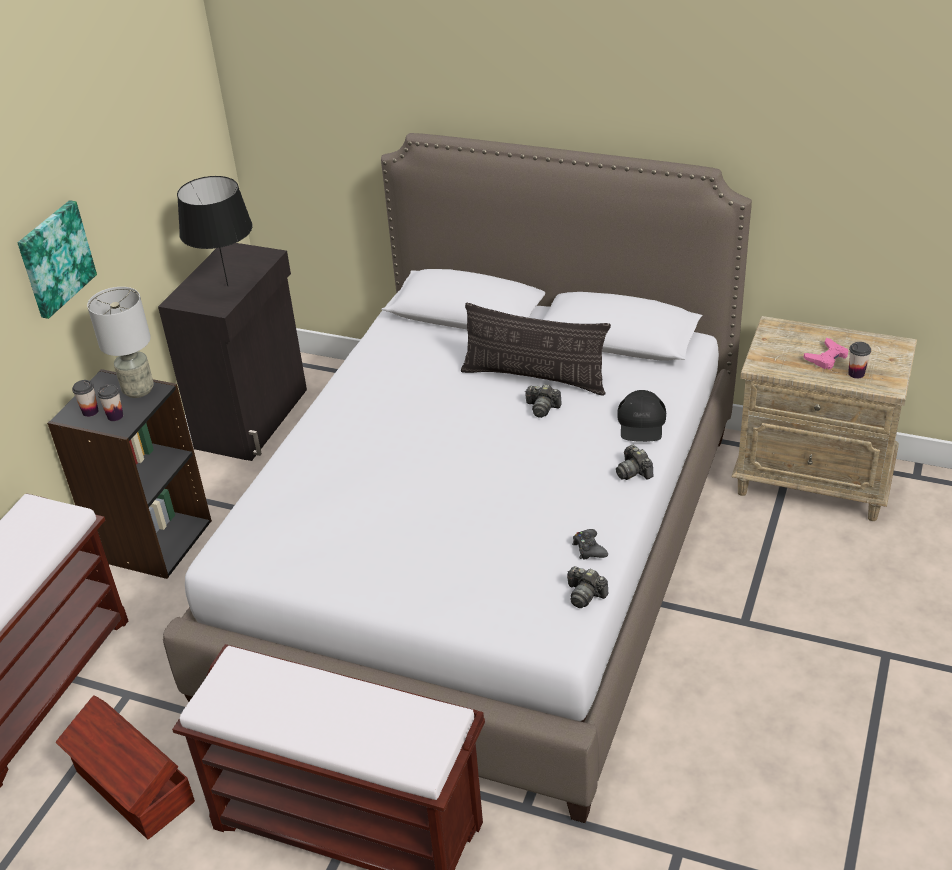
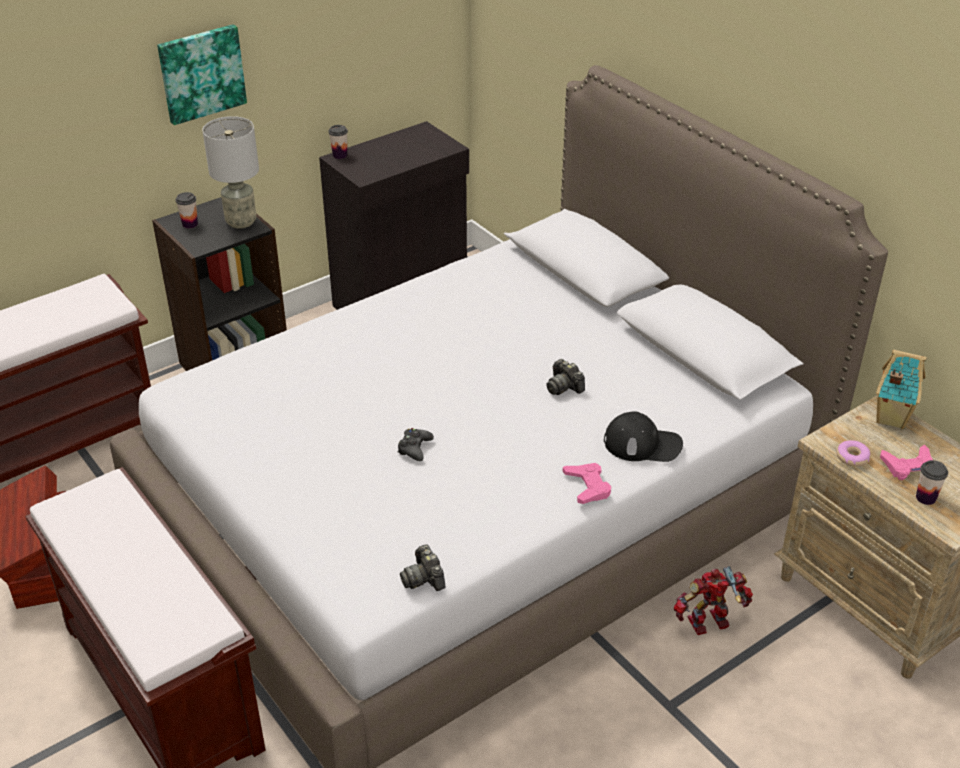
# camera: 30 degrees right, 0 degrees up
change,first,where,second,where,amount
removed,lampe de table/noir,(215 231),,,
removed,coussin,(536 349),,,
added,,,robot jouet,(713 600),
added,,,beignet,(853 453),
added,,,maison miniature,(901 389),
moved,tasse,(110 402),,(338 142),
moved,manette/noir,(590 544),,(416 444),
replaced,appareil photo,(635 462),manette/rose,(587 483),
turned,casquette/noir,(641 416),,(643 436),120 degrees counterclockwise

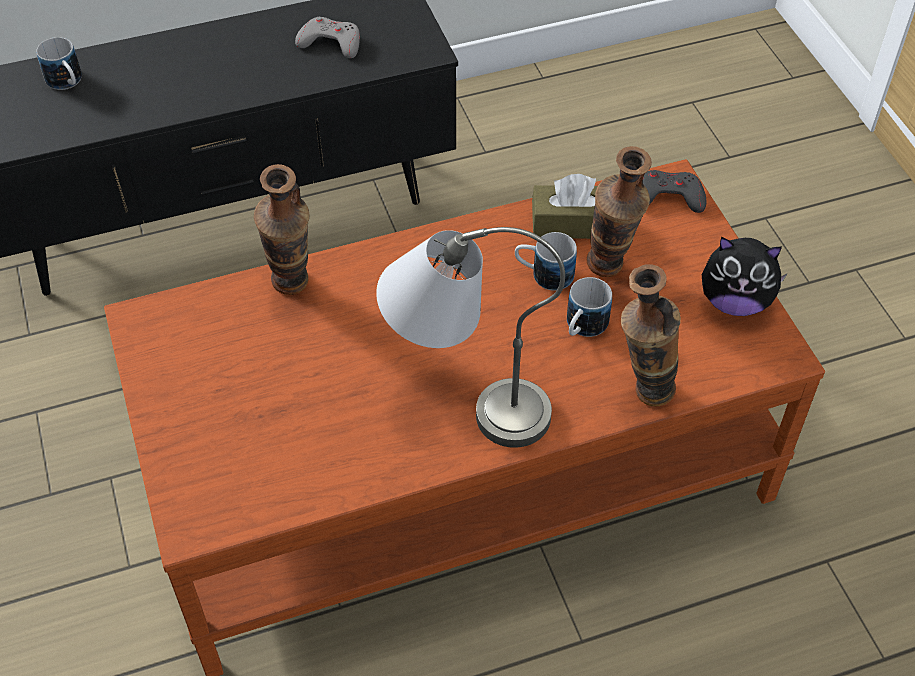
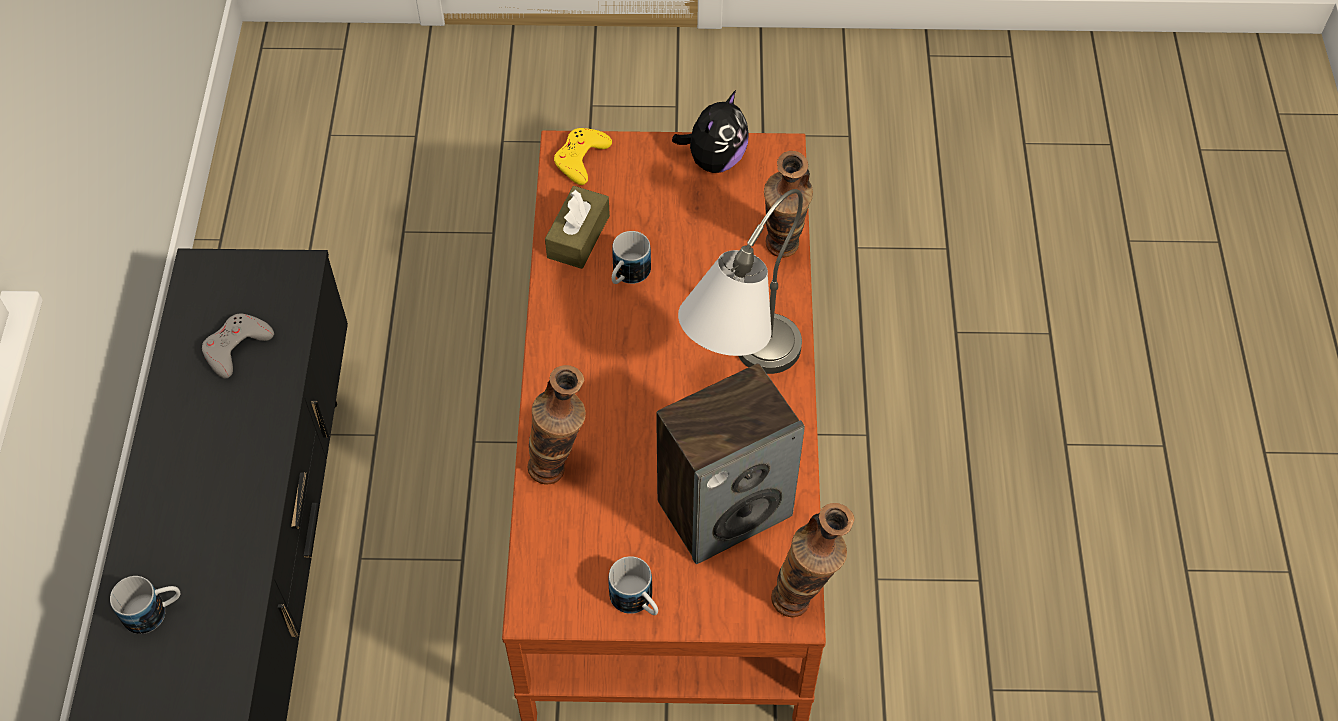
# camera: 70 degrees left, 5 degrees up
change,first,where,second,where,amount
added,,,enceinte,(730 463),
moved,mug,(589 307),,(633 585),
moved,vase,(619 211),,(813 560),
recoloured,manette/gris,(674 191),manette/jaune,(583 156),

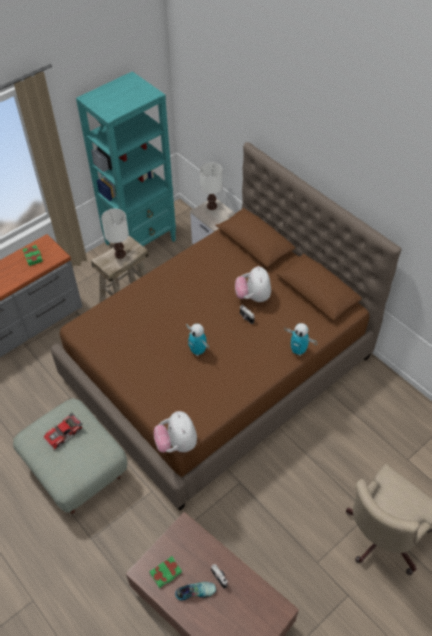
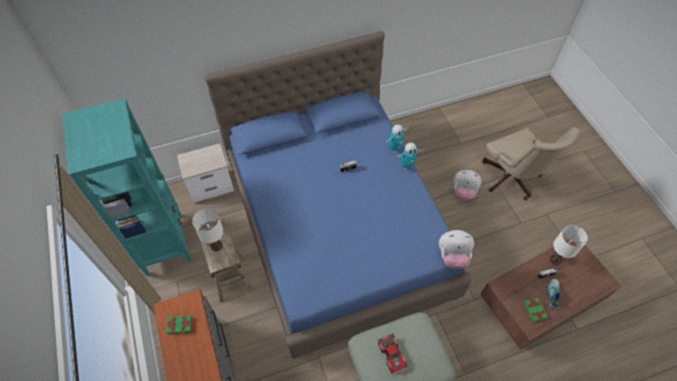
# camera: 70 degrees left, 5 degrees up
change,first,where,second,where,amount
moved,robot jouet,(197 340),,(409 156),
moved,lampe de table/blanc,(211 186),,(569 245),
moved,peluche,(253 284),,(467 185),
recoloured,lit/marron,(226 326),lit/bleu,(338 194),

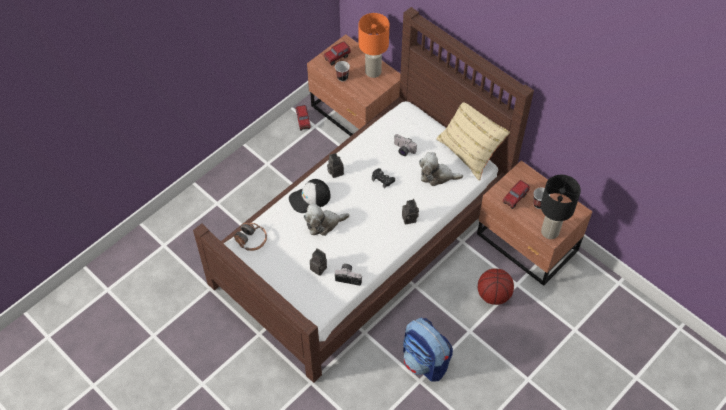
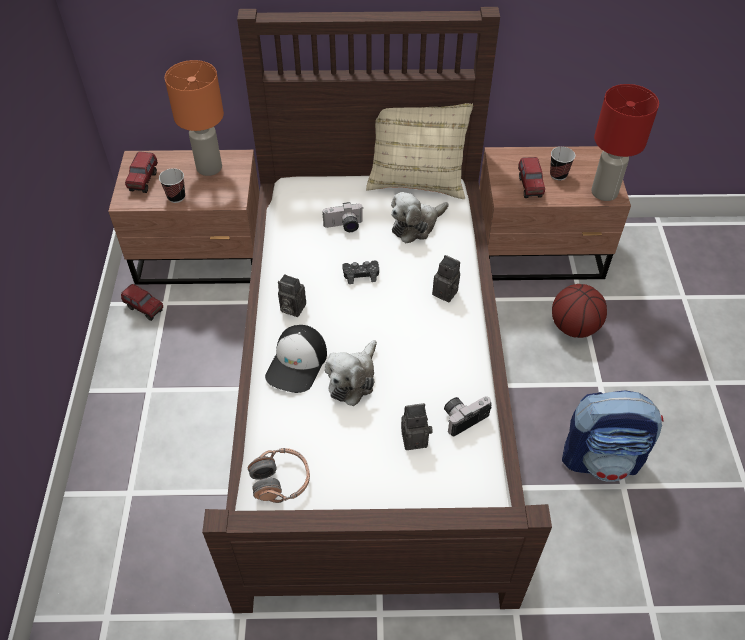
# camera: 45 degrees left, 5 degrees down
change,first,where,second,where,amount
recoloured,lampe de table/noir,(561 207),lampe de table/rouge,(625 142),

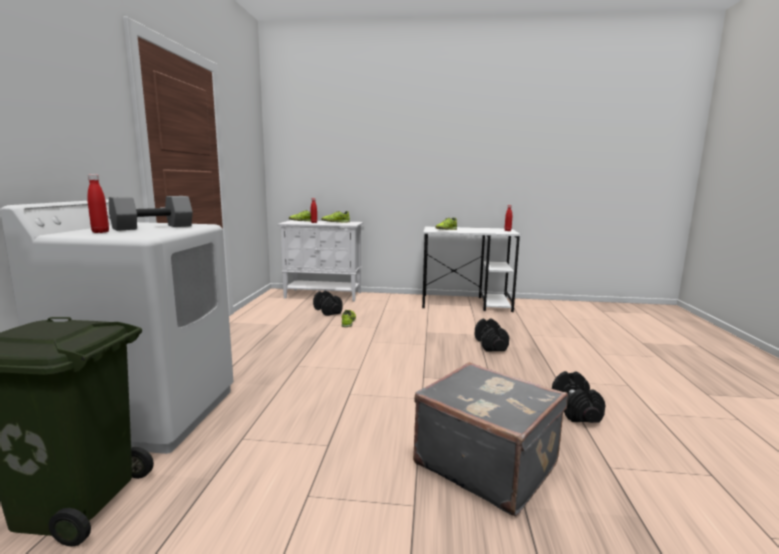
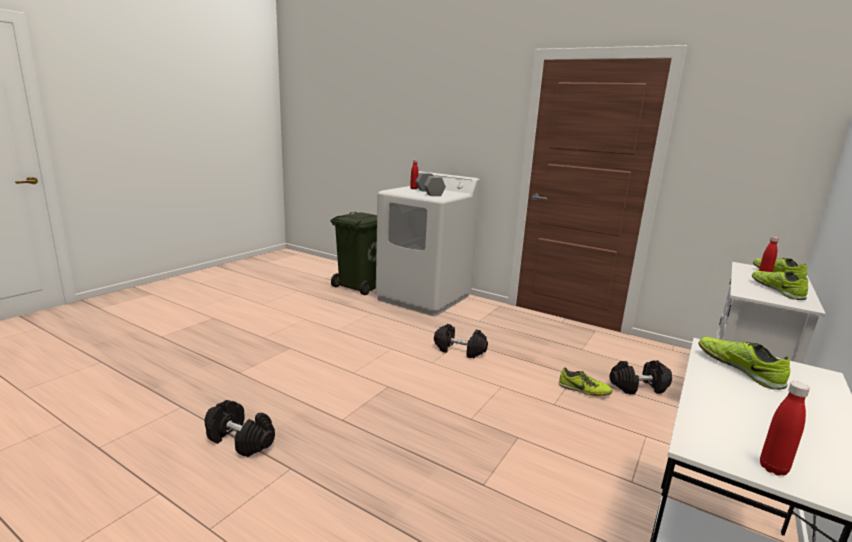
# camera: 115 degrees right, 5 degrees up
change,first,where,second,where,amount
removed,valise/gris,(490 439),,,
moved,haltère/noir,(492 335),,(461 341),

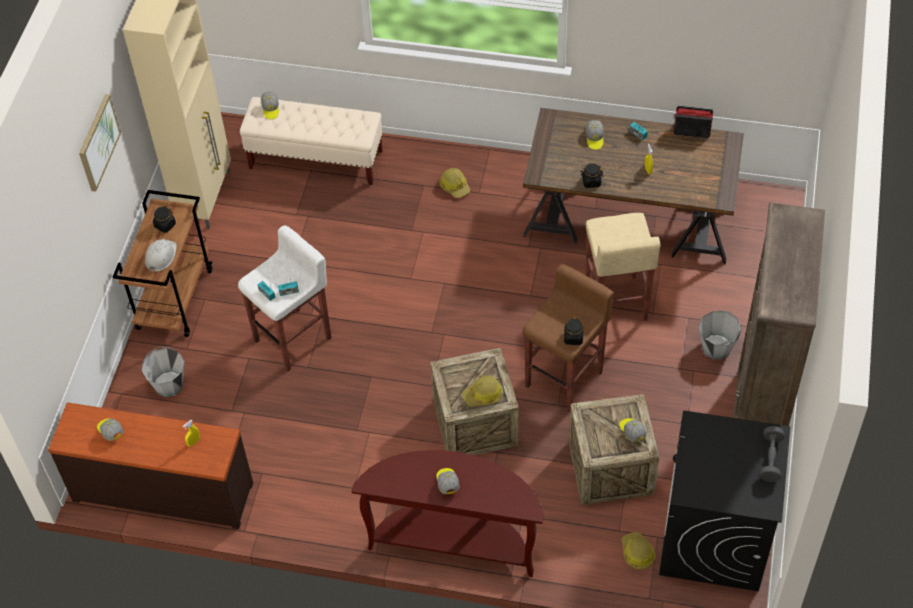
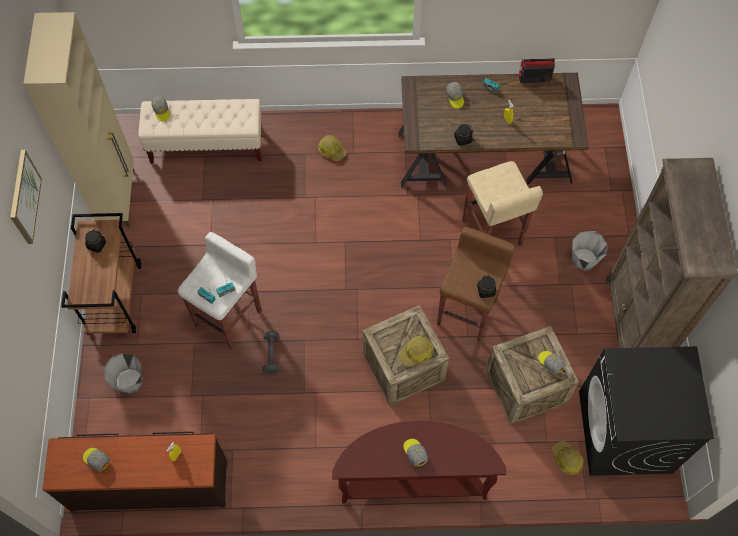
# camera: 15 degrees left, 10 degrees up
change,first,where,second,where,amount
removed,casque de chantier/blanc,(161 255),,,
moved,haltère/gris,(772 454),,(271 352),

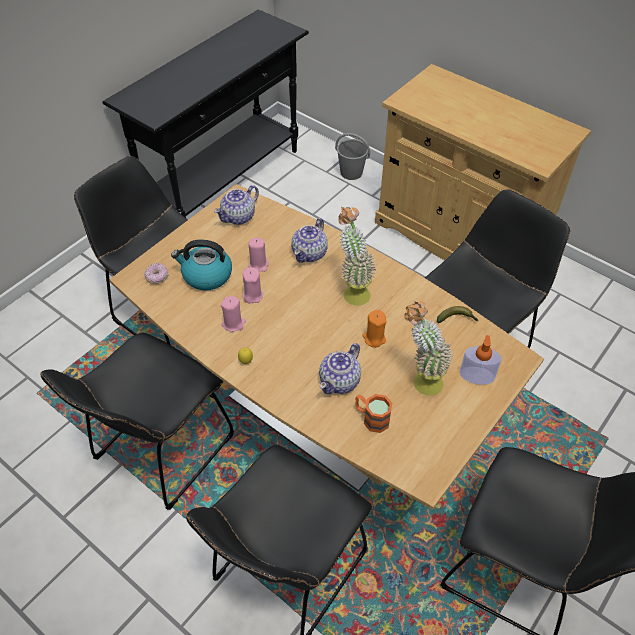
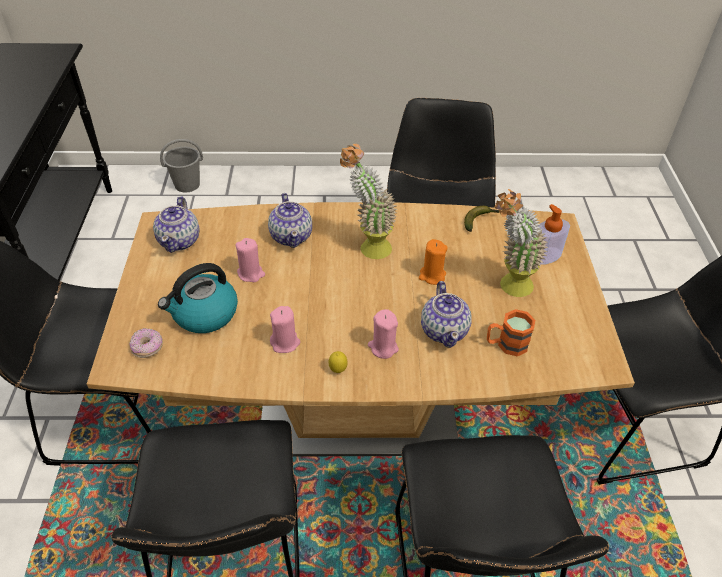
# camera: 40 degrees left, 5 degrees down
change,first,where,second,where,amount
removed,meuble de rangement/beige,(483 162),,,
moved,bougie/rose,(252 285),,(383 334),

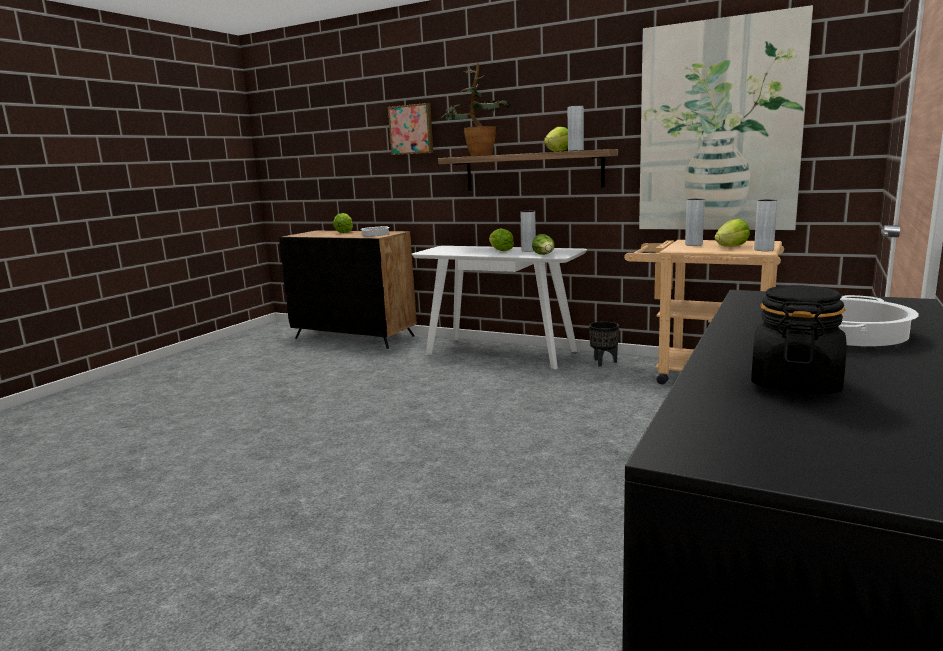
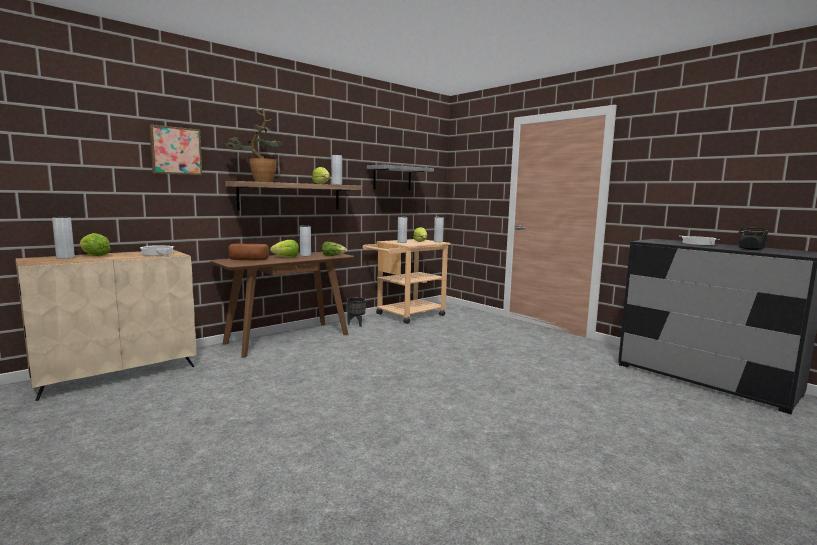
# camera: 70 degrees left, 5 degrees down
change,first,where,second,where,amount
added,,,vase/gris,(63 238),
added,,,pain,(248 251),
replaced,tableau,(726 117),étagère/gris,(400 177),
recoloured,meuble de rangement/noir,(348 290),meuble de rangement/beige,(105 325),
recoloured,table console/blanc,(499 307),table console/marron,(282 305),

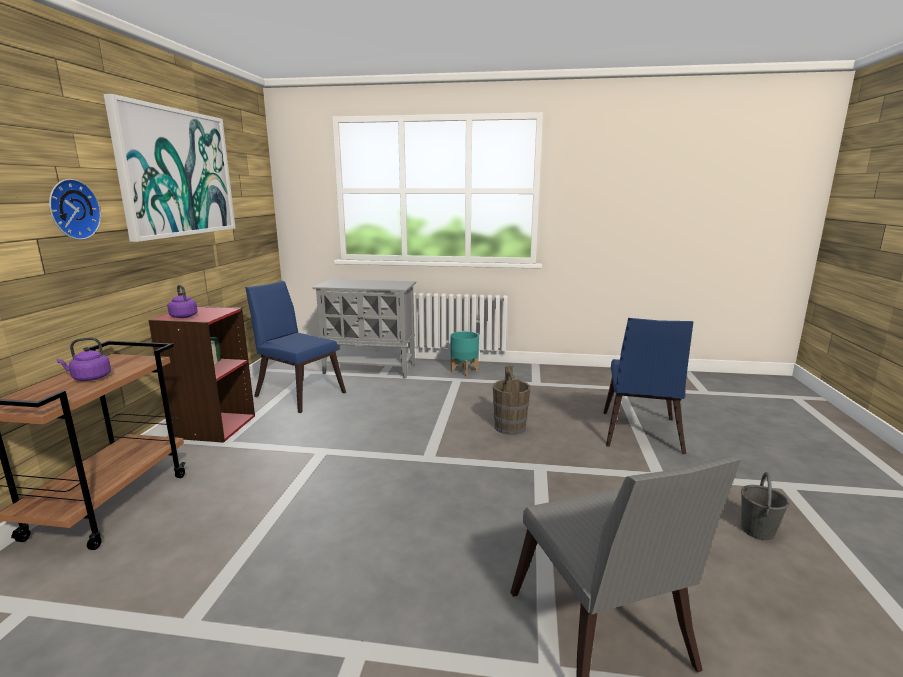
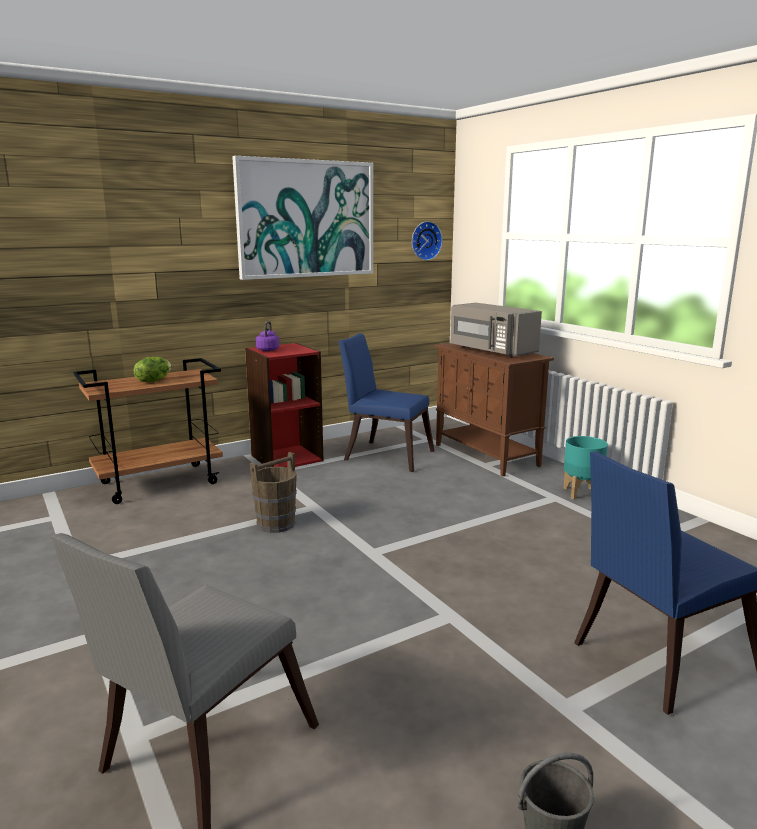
# camera: 50 degrees right, 0 degrees up
change,first,where,second,where,amount
added,,,micro-ondes/gris,(496 330),
moved,horloge murale,(75 209),,(427 240),
moved,seau/marron,(512 400),,(273 492),
replaced,bouilloire/violet,(83 359),laitue,(152 369),
recoloured,meuble de rangement/gris,(364 328),meuble de rangement/marron,(494 409),
turned,chaise/bleu,(295 347),,(387 402),60 degrees counterclockwise

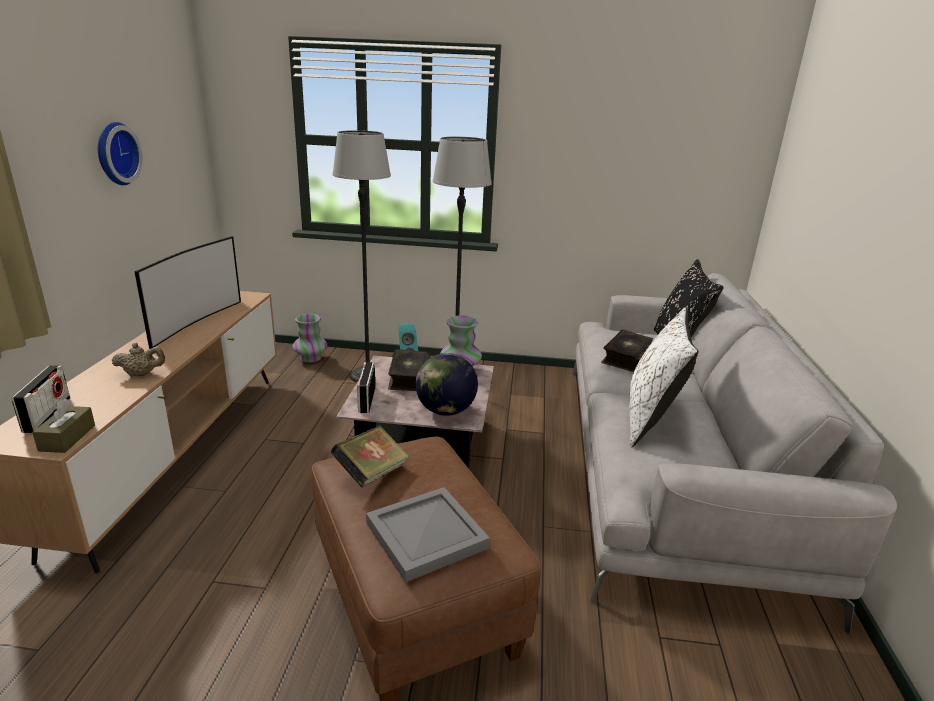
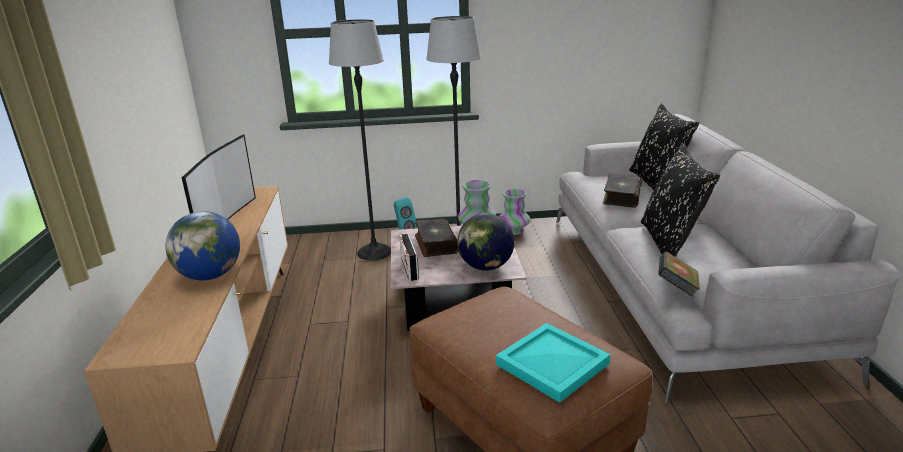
# camera: 10 degrees left, 0 degrees up
change,first,where,second,where,amount
removed,radio,(41 399),,,
removed,boîte à mouchoirs/marron,(63 426),,,
removed,horloge murale,(120 153),,,
moved,vase,(310 338),,(514 212),
moved,livre,(370 457),,(679 274),
replaced,théière/beige,(138 360),globe,(203 245),
recoloured,plateau/gris,(428 534),plateau/turquoise,(553 363),
recoloured,coussin/blanc,(663 377),coussin/noir,(680 200),

